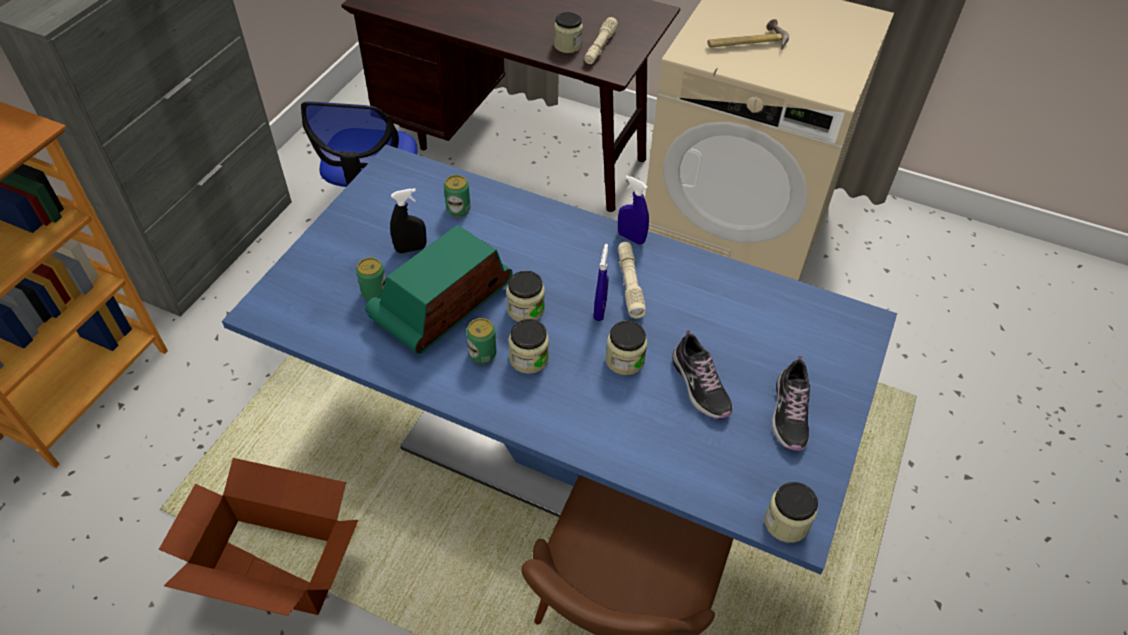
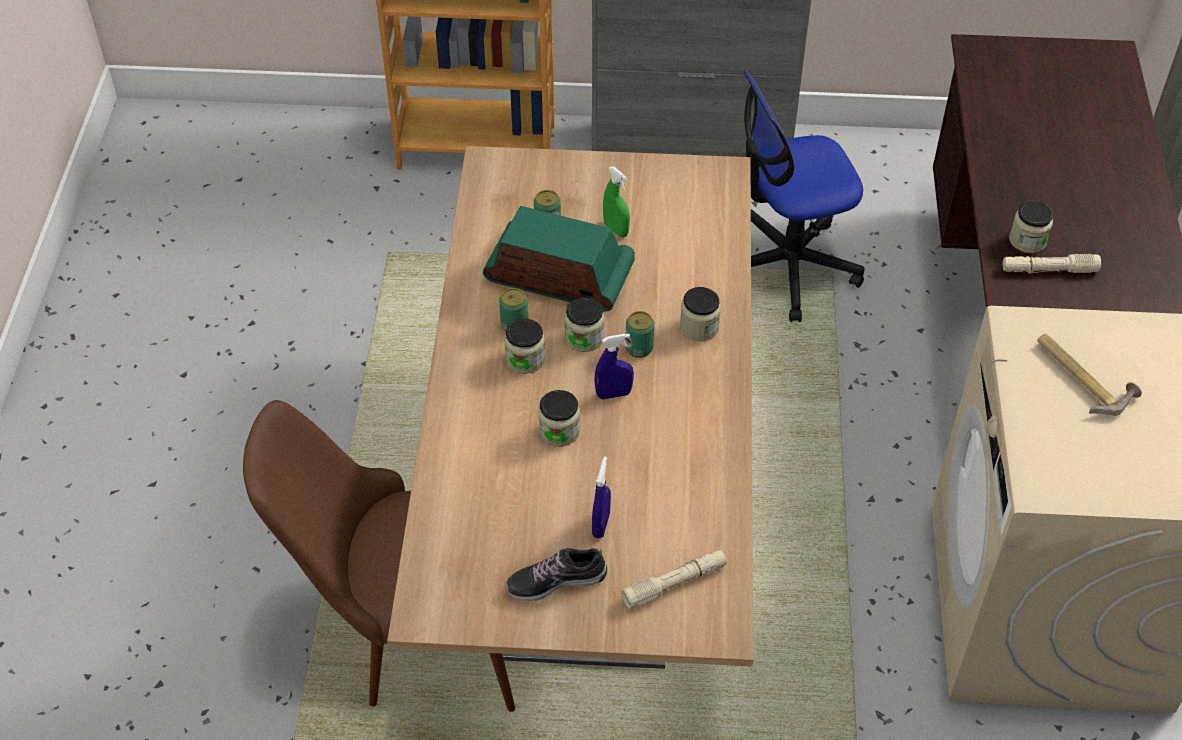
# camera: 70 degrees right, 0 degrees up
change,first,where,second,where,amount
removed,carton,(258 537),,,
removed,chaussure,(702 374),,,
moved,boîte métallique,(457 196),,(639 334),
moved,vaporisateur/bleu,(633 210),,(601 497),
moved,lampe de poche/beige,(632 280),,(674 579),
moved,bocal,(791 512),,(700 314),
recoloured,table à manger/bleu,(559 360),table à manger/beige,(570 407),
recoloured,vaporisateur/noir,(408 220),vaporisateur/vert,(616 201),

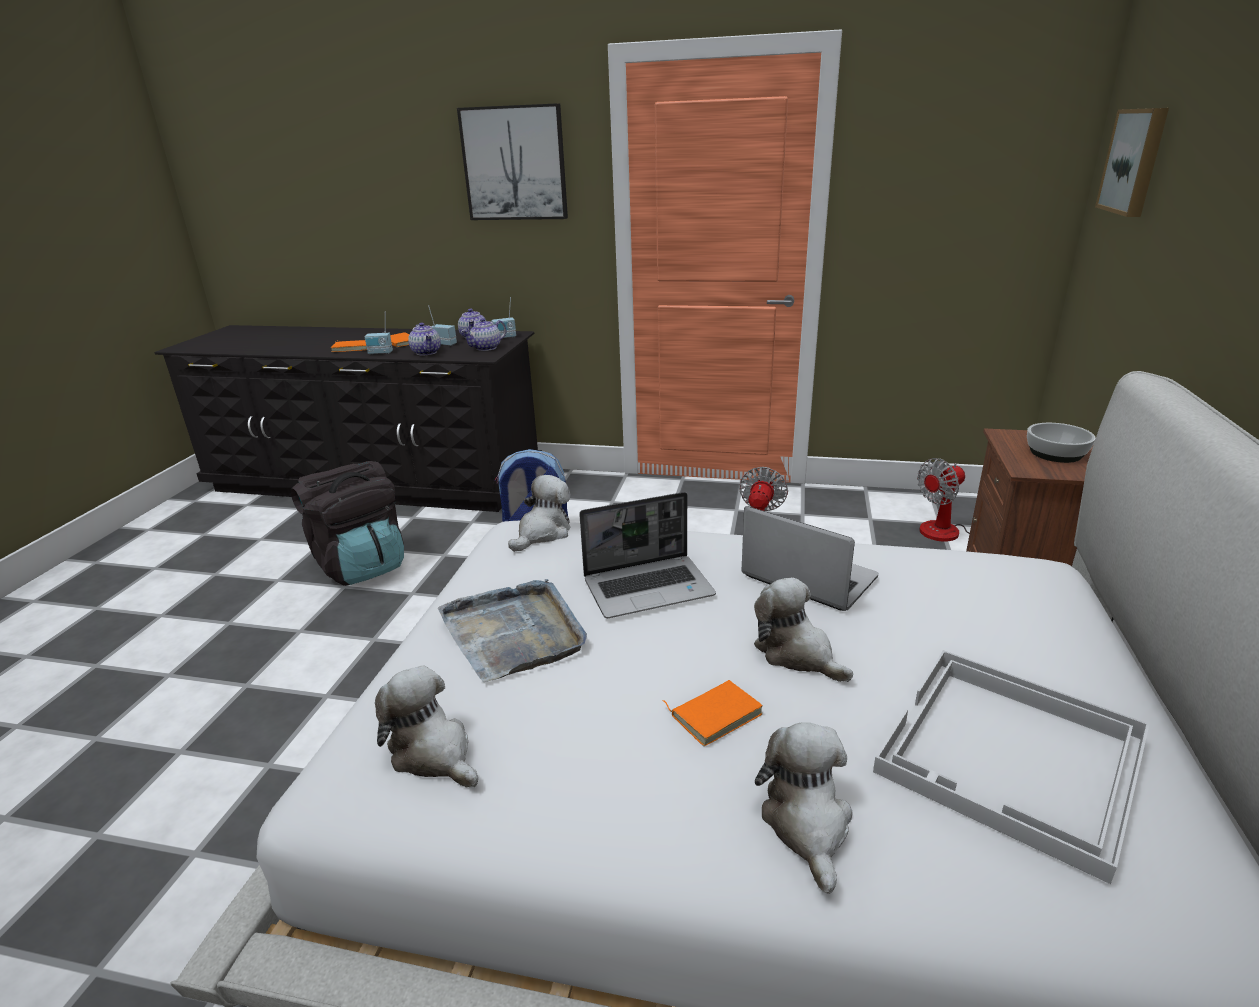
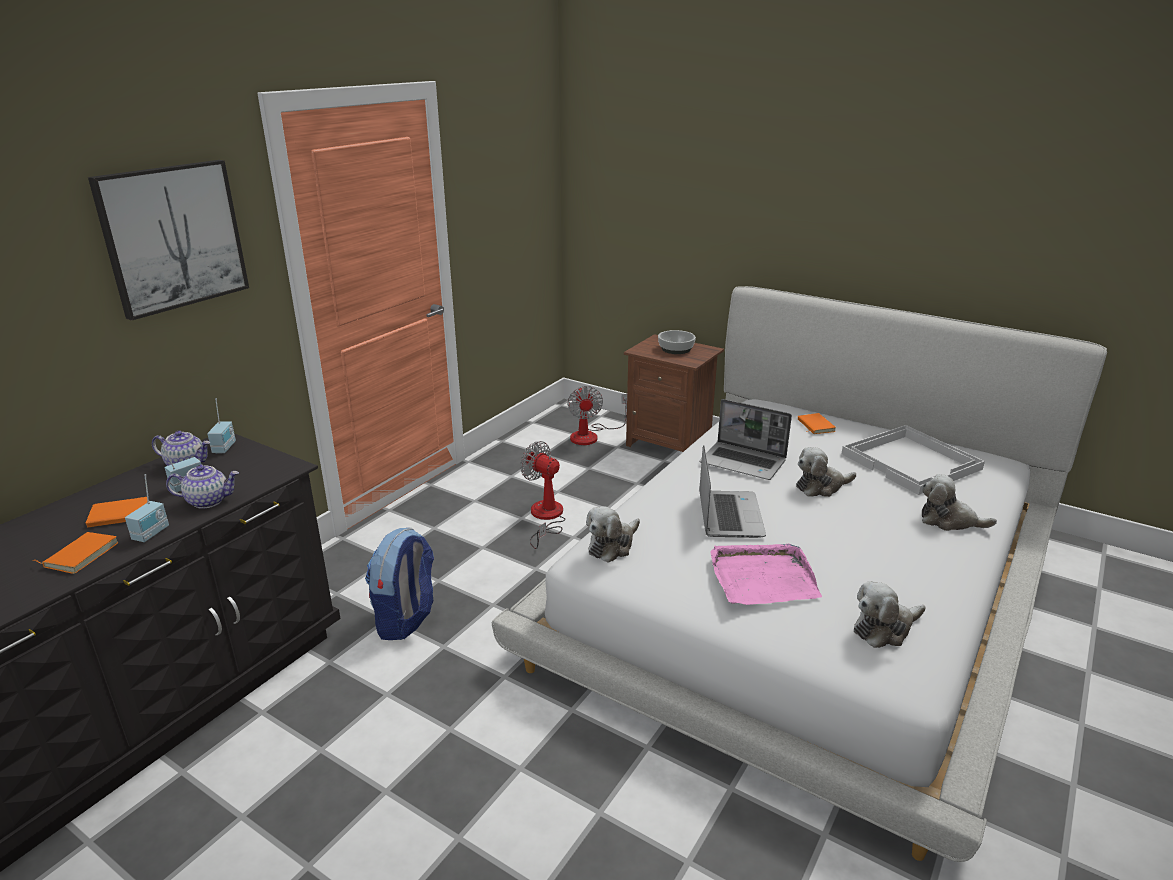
# camera: 70 degrees left, 0 degrees up
change,first,where,second,where,amount
removed,sac à dos/noir,(347 523),,,
removed,théière,(483 334),,,
removed,tableau,(1132 162),,,
moved,livre/orange,(713 713),,(817 423),
recoloured,plateau/gris,(512 630),plateau/rose,(766 574),
turned,peluche,(539 513),,(613 534),105 degrees counterclockwise
turned,ordinateur portable,(810 558),,(746 439),120 degrees counterclockwise

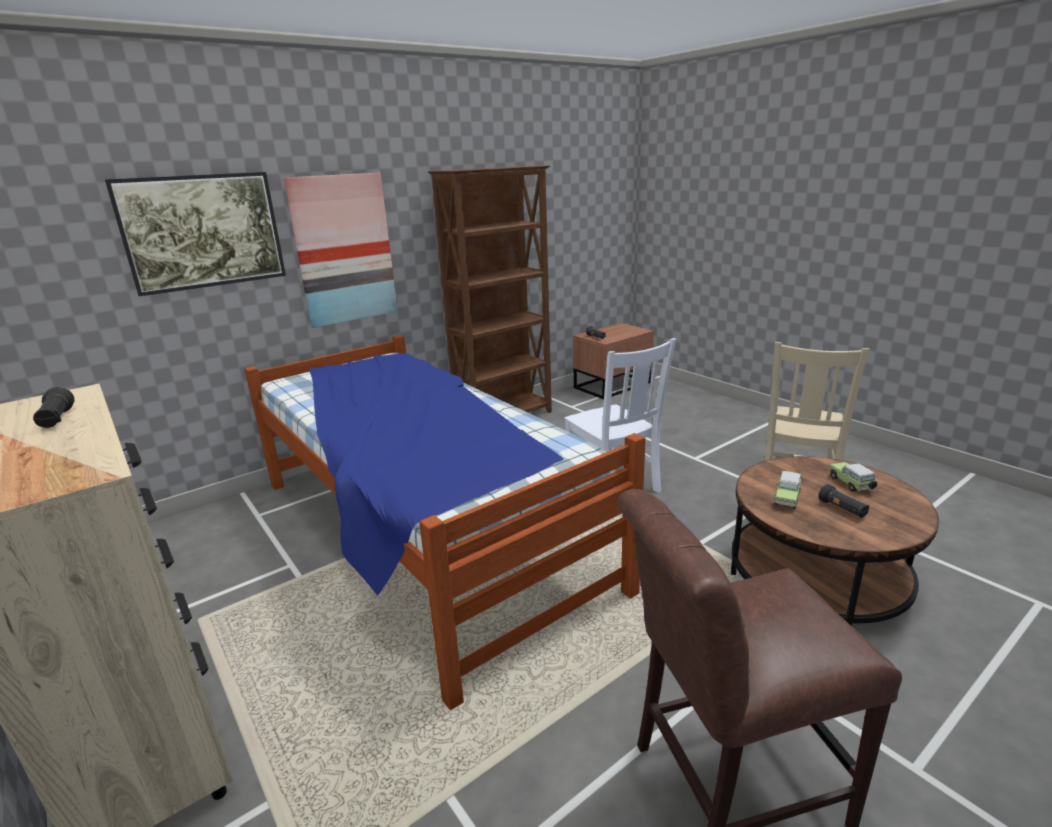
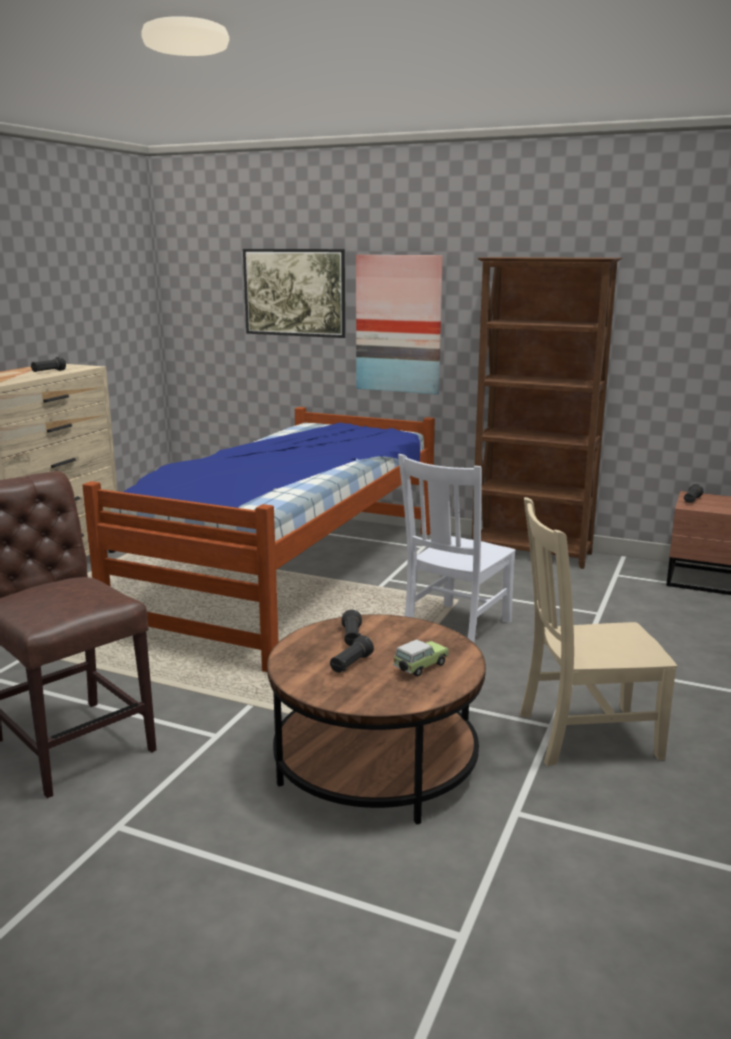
# camera: 60 degrees right, 5 degrees down
change,first,where,second,where,amount
replaced,petite voiture,(787 490),lampe de poche/noir,(352 628),

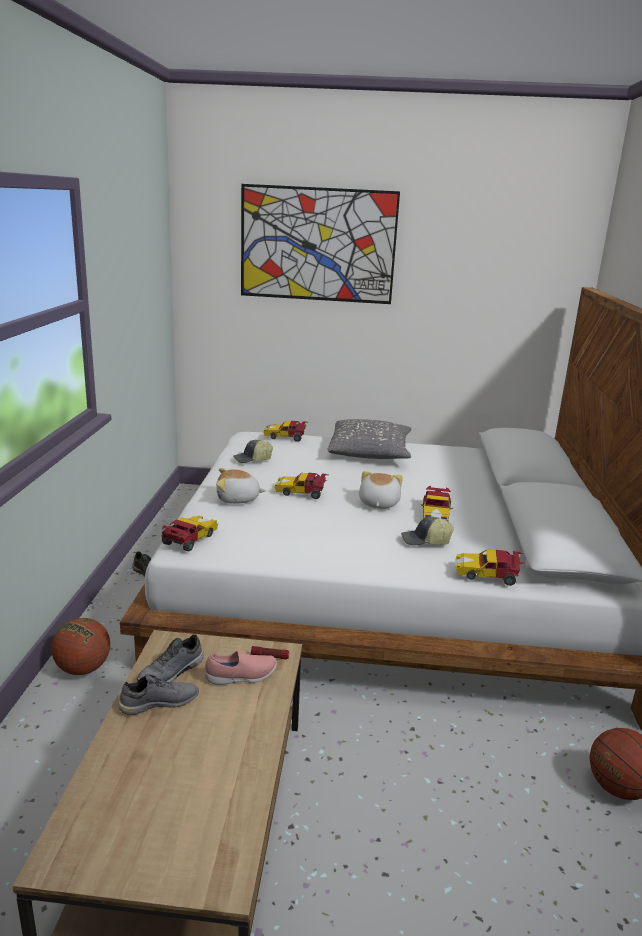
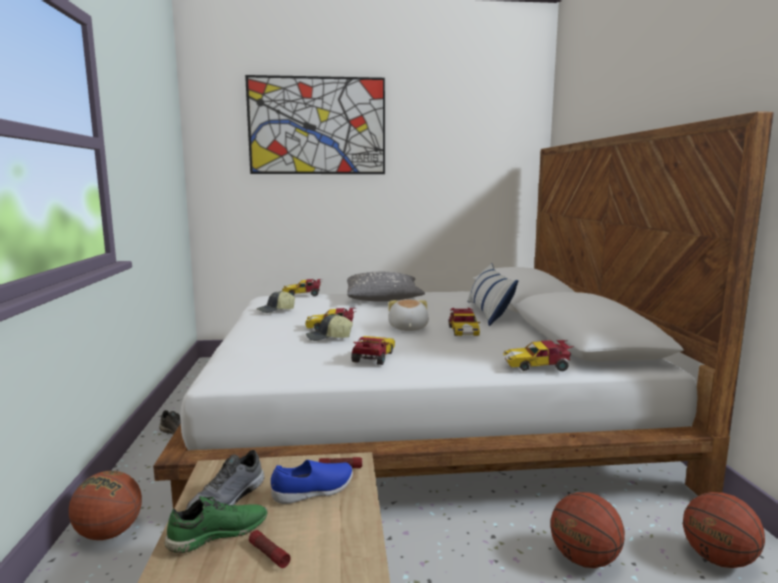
# camera: 10 degrees left, 10 degrees down
change,first,where,second,where,amount
removed,peluche,(241 486),,,
added,,,lampe de poche,(270 549),
added,,,coussin,(493 294),
added,,,ballon de basket,(587 530),
moved,petite voiture,(190 533),,(373 350),
moved,casquette,(427 531),,(329 327),
recoloured,chaussure/gris,(158 694),chaussure/vert,(216 524),
recoloured,chaussure/rose,(241 668),chaussure/bleu,(312 482),

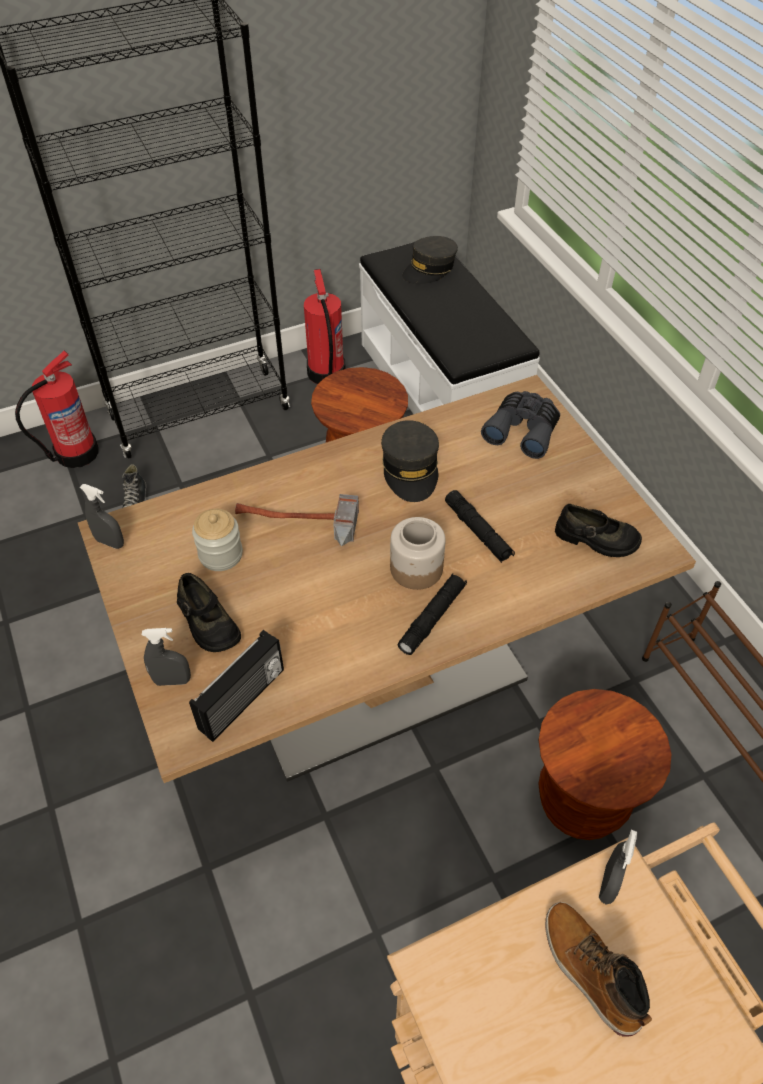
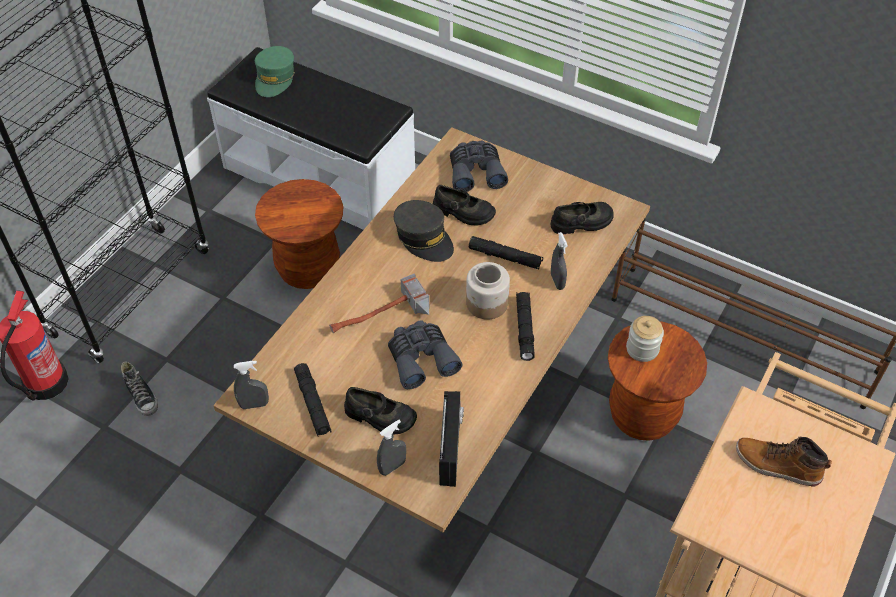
# camera: 35 degrees left, 0 degrees up
change,first,where,second,where,amount
removed,extincteur,(325 326),,,
added,,,lampe de poche/noir,(313 400),
added,,,jumelles/gris,(425 354),
added,,,chaussure/noir,(464 205),
moved,bocal,(217 540),,(645 339),
moved,vaporisateur/gris,(618 867),,(559 261),
recoloured,casquette/gris,(430 260),casquette/vert,(275 71),

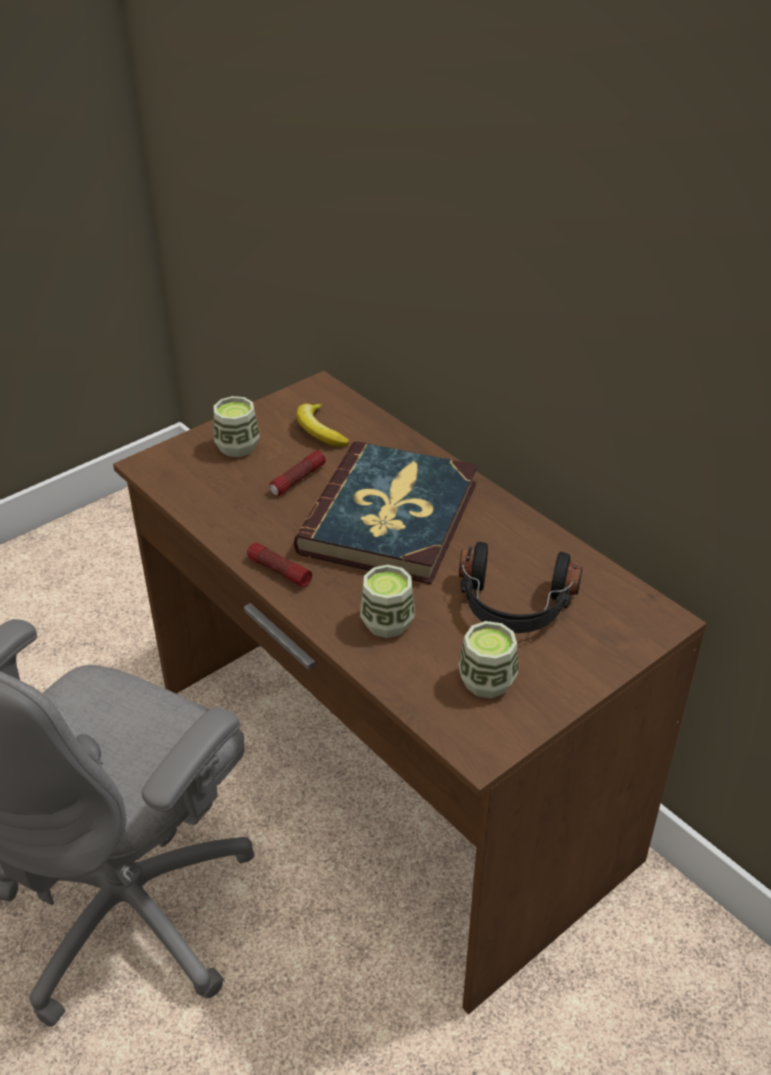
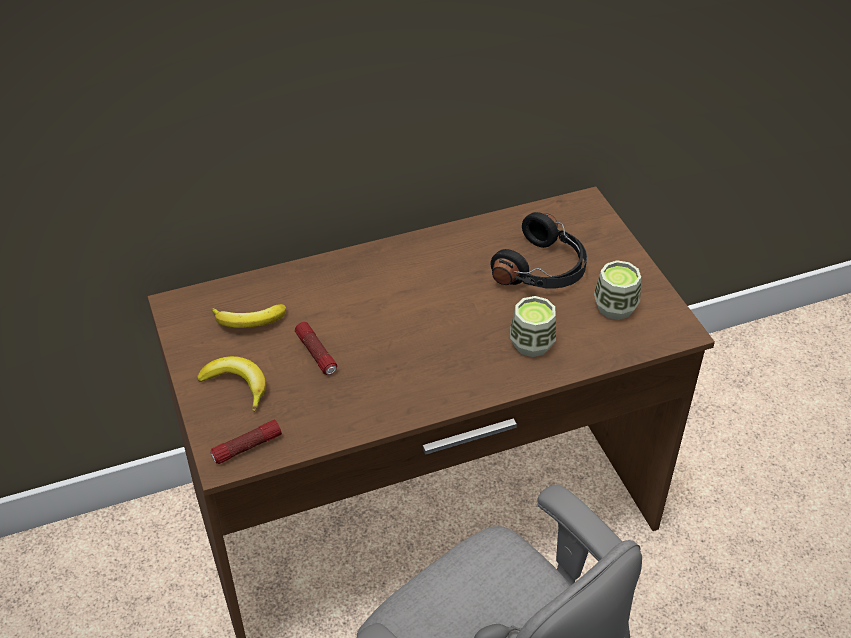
# camera: 70 degrees left, 5 degrees up
change,first,where,second,where,amount
removed,livre,(386 513),,,
moved,lampe de poche,(279 565),,(246 441),
replaced,tasse,(237 426),banane,(231 384),

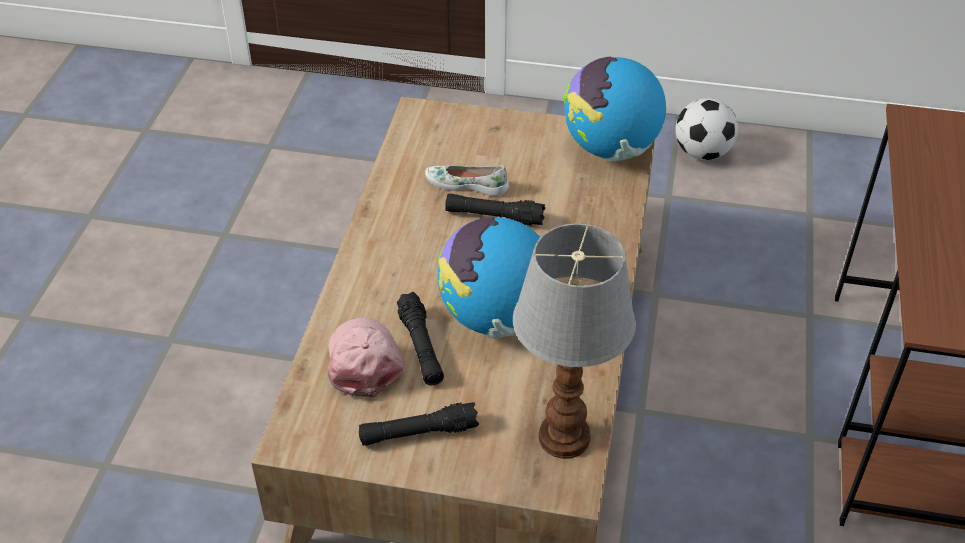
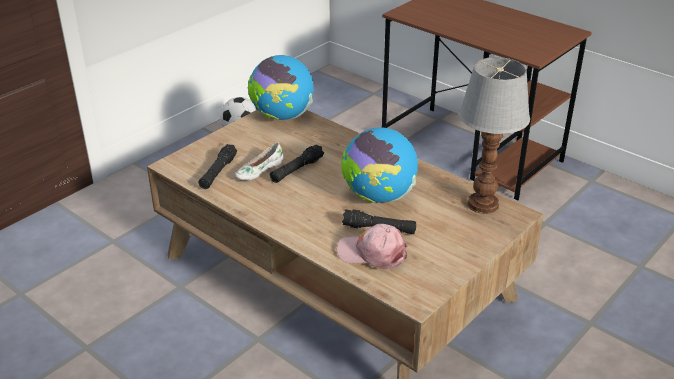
# camera: 60 degrees left, 10 degrees down
change,first,where,second,where,amount
moved,lampe de poche/noir,(419 424),,(217 166),

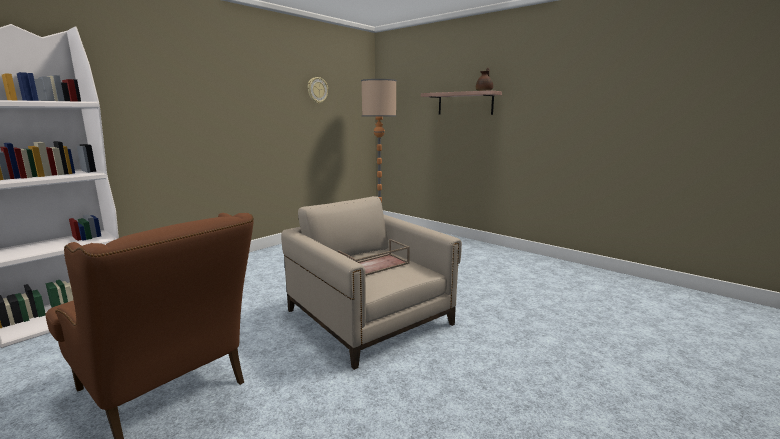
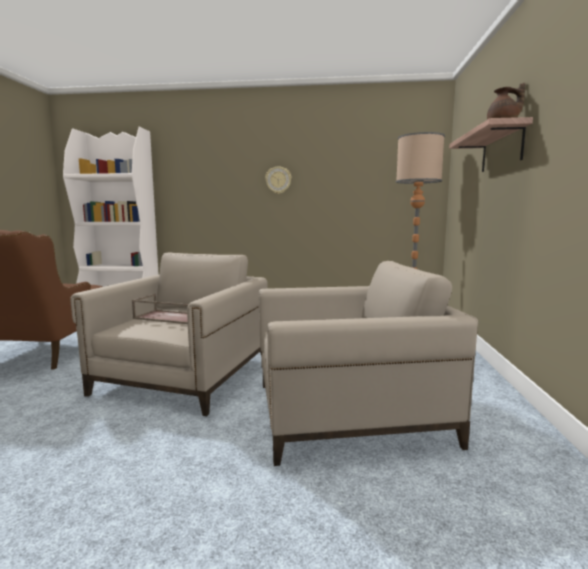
# camera: 55 degrees right, 5 degrees down
change,first,where,second,where,amount
added,,,fauteuil/beige,(368 363),
moved,horloge murale,(318 90),,(278 180),

